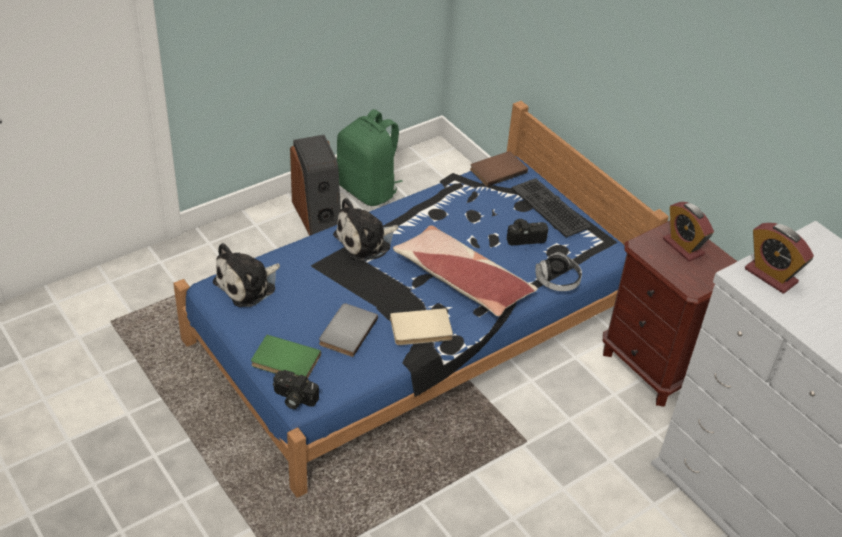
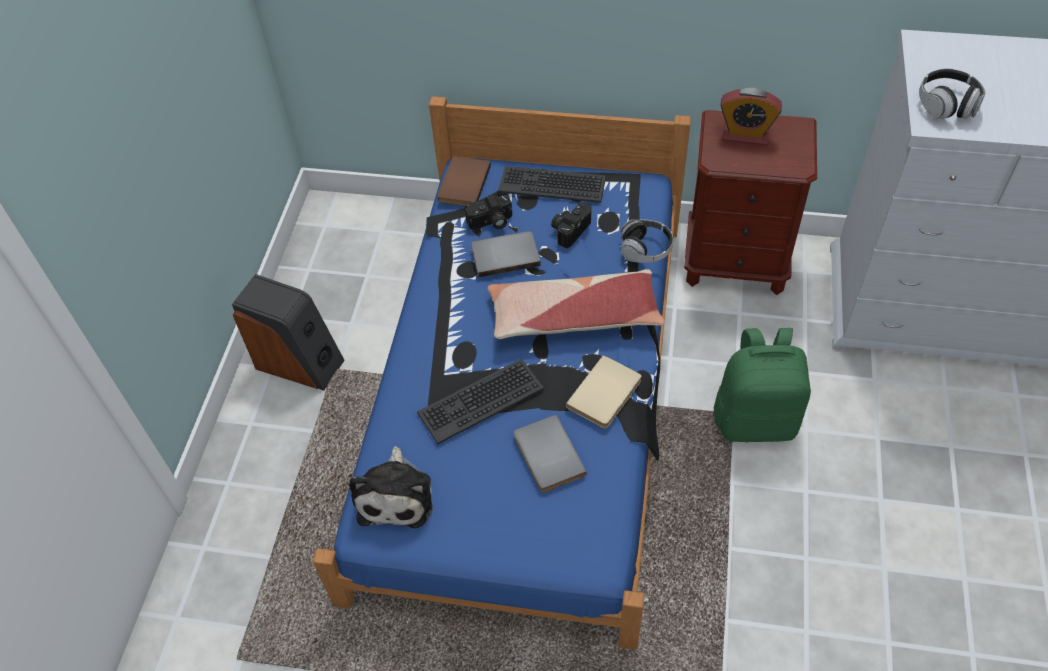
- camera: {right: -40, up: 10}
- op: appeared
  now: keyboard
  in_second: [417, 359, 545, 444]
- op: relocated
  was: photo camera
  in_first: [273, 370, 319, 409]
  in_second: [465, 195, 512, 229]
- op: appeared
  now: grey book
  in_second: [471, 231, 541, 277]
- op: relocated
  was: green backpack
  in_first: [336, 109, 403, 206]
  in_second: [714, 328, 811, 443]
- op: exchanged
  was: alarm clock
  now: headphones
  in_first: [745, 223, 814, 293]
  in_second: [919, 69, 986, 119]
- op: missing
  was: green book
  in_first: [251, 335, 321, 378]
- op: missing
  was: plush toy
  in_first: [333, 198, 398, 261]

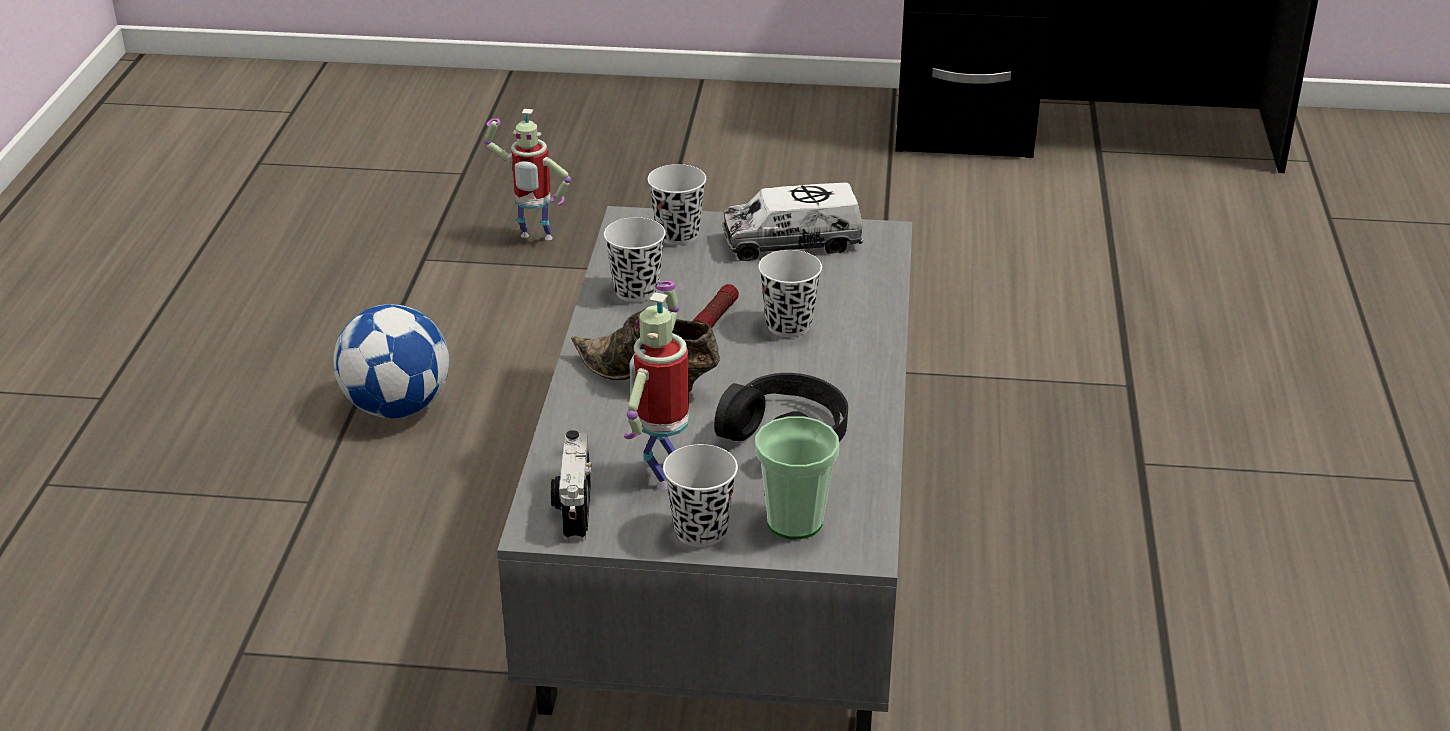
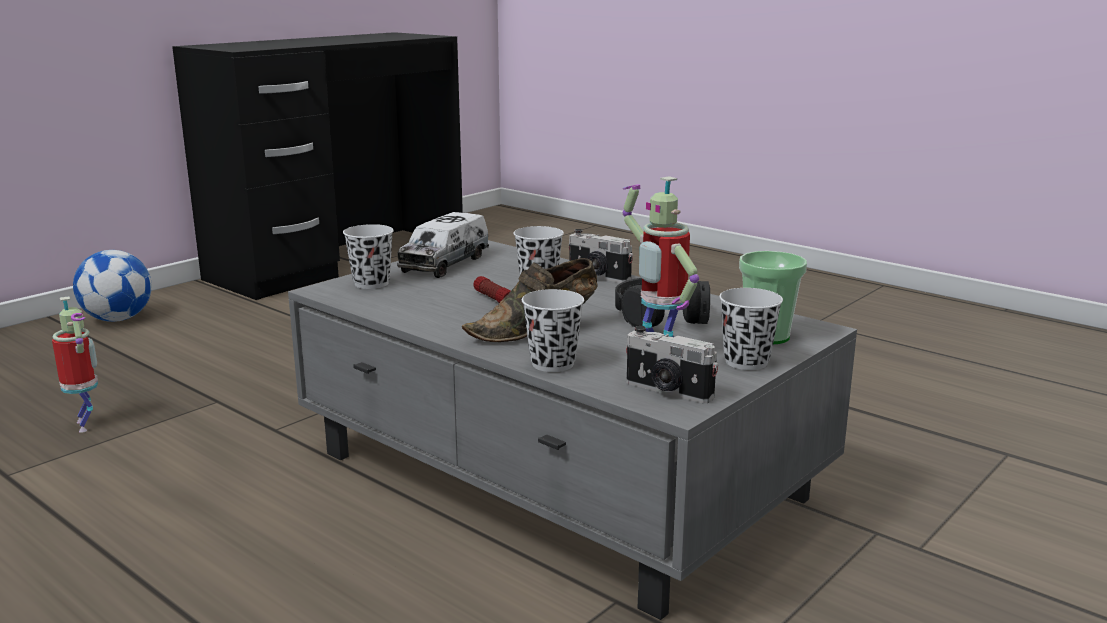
- camera: {right: -55, up: -15}
- op: spun
  was: toy robot
  in_first: [484, 109, 571, 240]
  in_second: [52, 296, 98, 433]
  clockwise: -75
- op: relocated
  was: football
  in_first: [333, 304, 449, 418]
  in_second: [73, 250, 152, 322]
- op: relocated
  was: white cup
  in_first: [604, 217, 666, 302]
  in_second: [522, 289, 584, 372]
- op: appeared
  now: photo camera
  in_second: [569, 229, 633, 283]

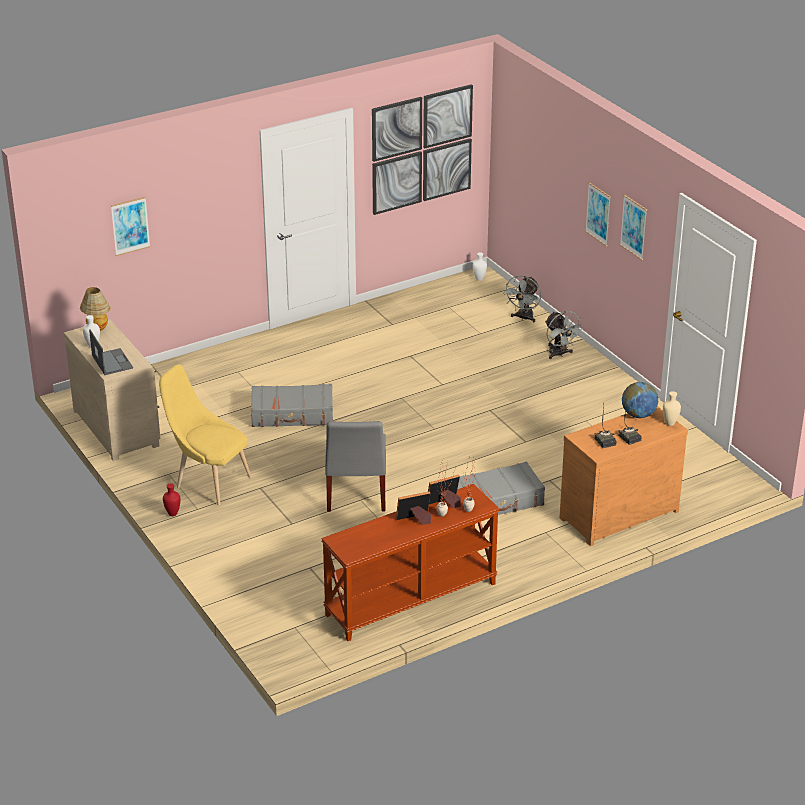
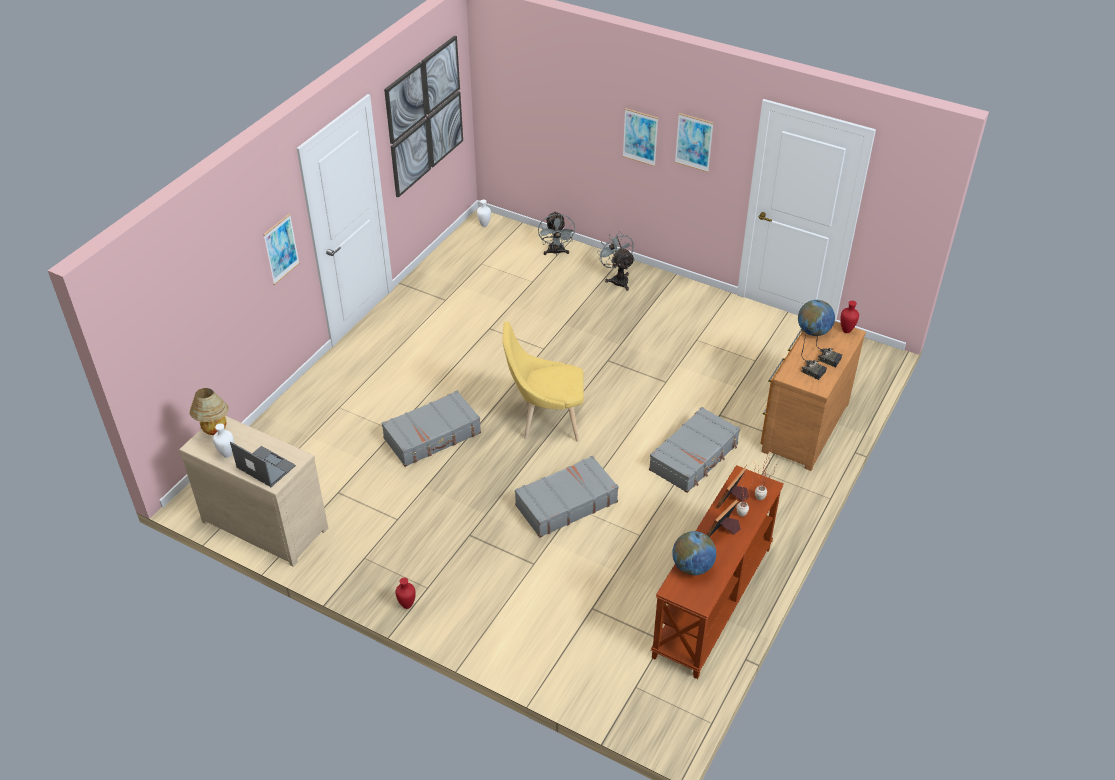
- camera: {right: -30, up: 10}
- op: relocated
  was: picture
  in_first: [111, 197, 150, 256]
  in_second: [263, 213, 300, 285]
- op: relocated
  was: yellow chair
  in_first: [159, 364, 251, 505]
  in_second: [503, 322, 584, 442]
- op: exchanged
  was: grey chair
  now: grey suitcase
  in_first: [325, 421, 386, 512]
  in_second: [515, 456, 619, 538]
- op: spun
  was: grey fan
  in_first: [545, 311, 584, 359]
  in_second: [597, 231, 635, 291]
  clockwise: -150
- op: appeared
  now: globe
  in_second: [672, 531, 716, 575]
- op: colour
  was: beige vase
  now: red vase
  in_first: [663, 391, 681, 426]
  in_second: [840, 301, 859, 333]

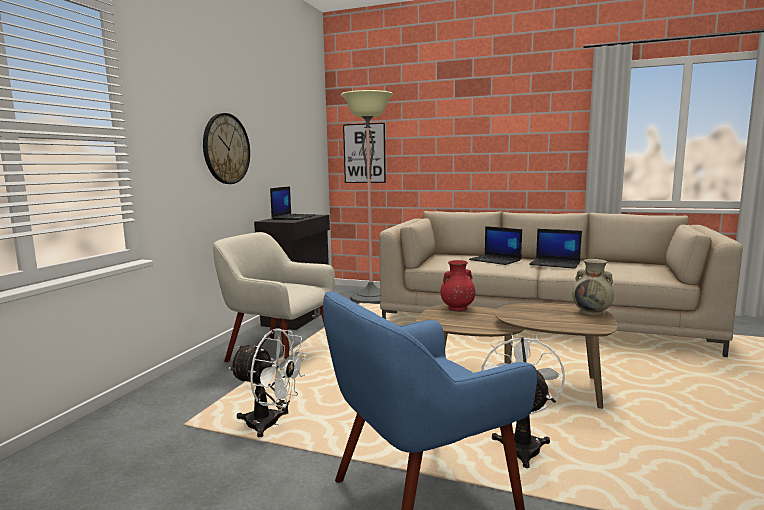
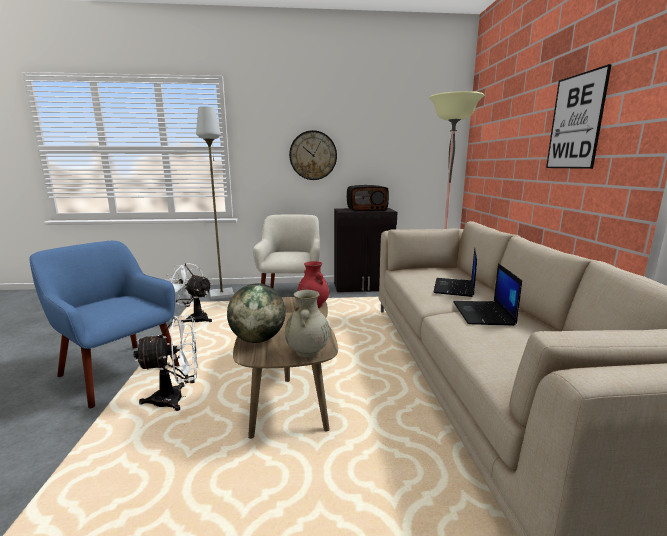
- camera: {right: 65, up: 5}
- op: spun
  was: white fan
  in_first: [229, 329, 307, 438]
  in_second: [166, 263, 212, 323]
  clockwise: 120
- op: appeared
  now: grey floor lamp
  in_second: [196, 106, 234, 300]
- op: appeared
  now: globe
  in_second: [227, 283, 286, 343]
- op: exchanged
  was: laptop
  now: radio
  in_first: [270, 186, 316, 220]
  in_second: [347, 185, 389, 211]
- op: relocated
  was: picture
  in_first: [343, 123, 386, 183]
  in_second: [546, 64, 612, 169]

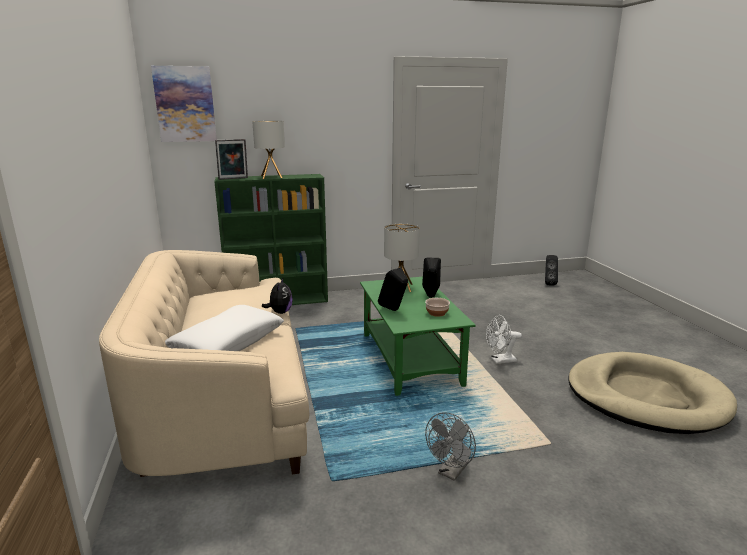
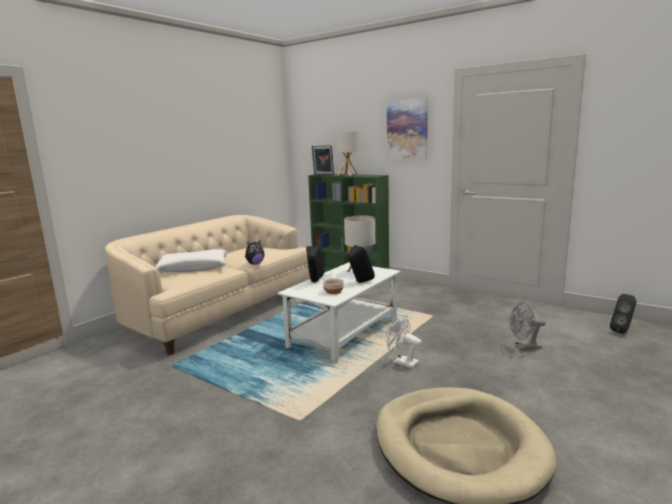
- camera: {right: 50, up: -5}
- op: colour
  was: green coffee table
  now: white coffee table
  in_first: [360, 277, 476, 396]
  in_second: [277, 263, 401, 363]
- op: relocated
  was: picture
  in_first: [151, 66, 217, 142]
  in_second: [387, 98, 428, 159]
- op: relocated
  was: grey fan
  in_first: [425, 412, 476, 481]
  in_second: [510, 302, 546, 350]

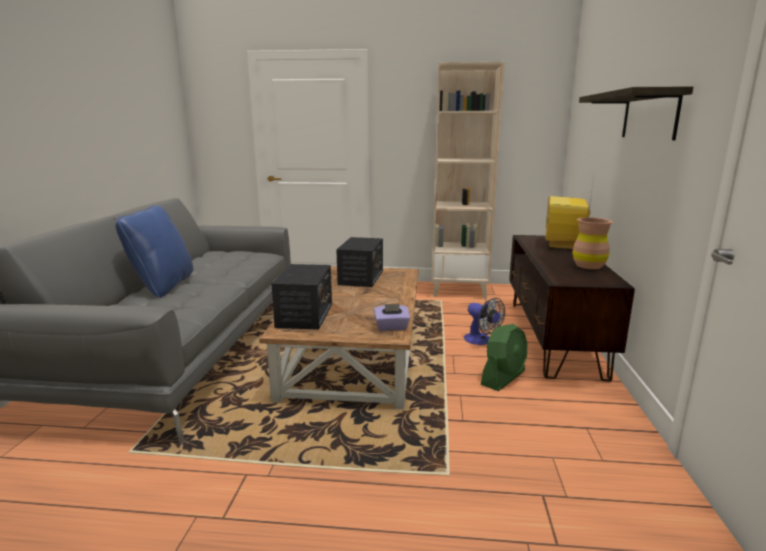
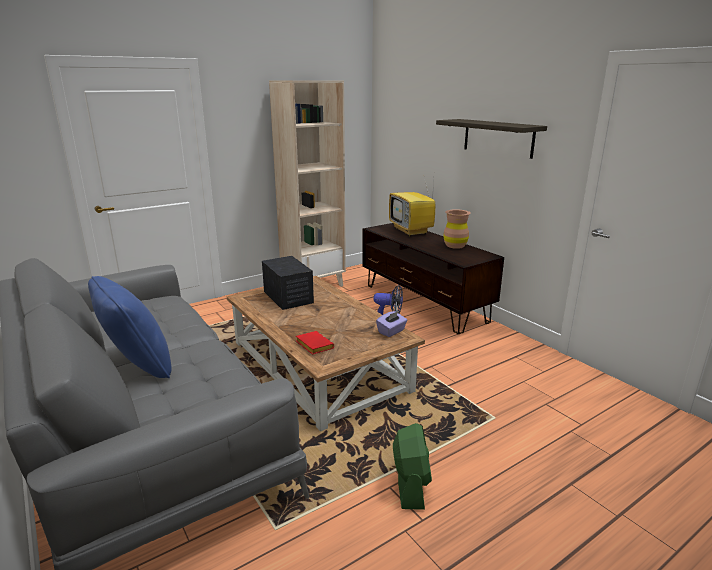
- camera: {right: -40, up: 5}
- op: exchanged
  was: radio
  now: red book
  in_first: [271, 264, 332, 330]
  in_second: [296, 331, 334, 354]
- op: relocated
  was: green fan
  in_first: [481, 324, 528, 391]
  in_second: [393, 423, 432, 510]

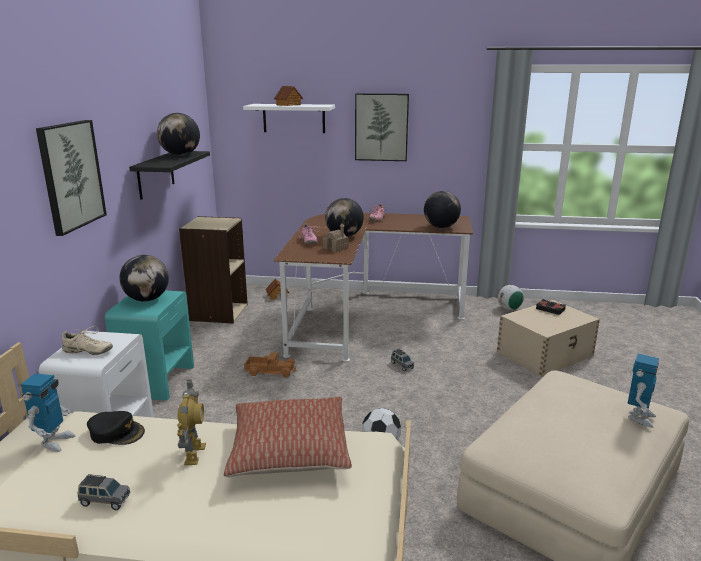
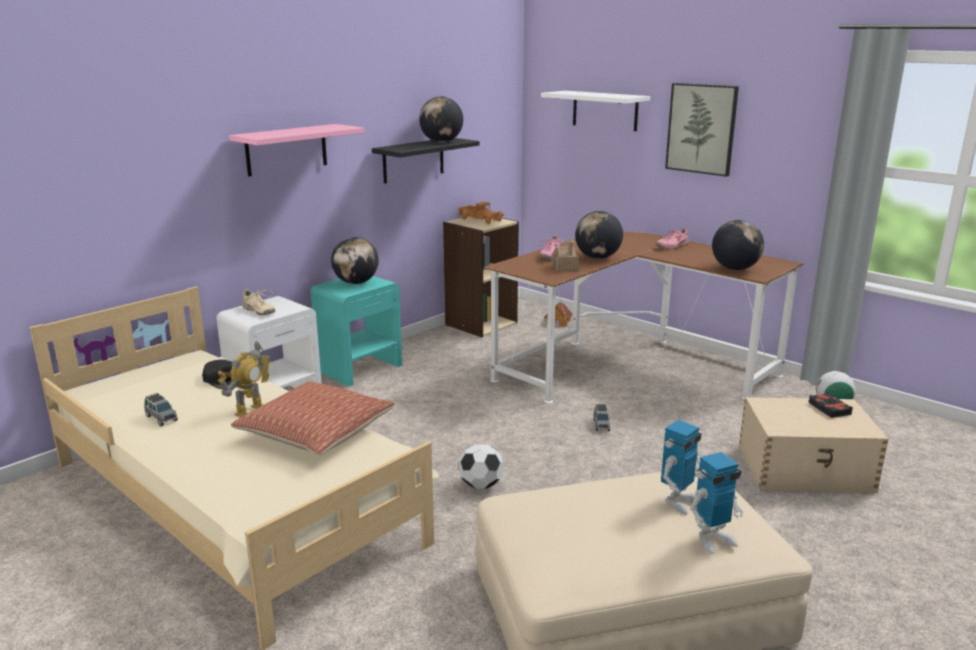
- camera: {right: 35, up: 0}
- op: exchanged
  was: picture
  now: pink shelf
  in_first: [36, 120, 107, 236]
  in_second: [229, 124, 364, 176]
- op: relocated
  was: toy truck
  in_first: [244, 352, 296, 377]
  in_second: [459, 202, 504, 224]
- op: relocated
  was: toy robot
  in_first: [21, 374, 76, 452]
  in_second: [661, 420, 702, 515]
- op: missing
  was: toy house
  in_first: [274, 86, 303, 106]

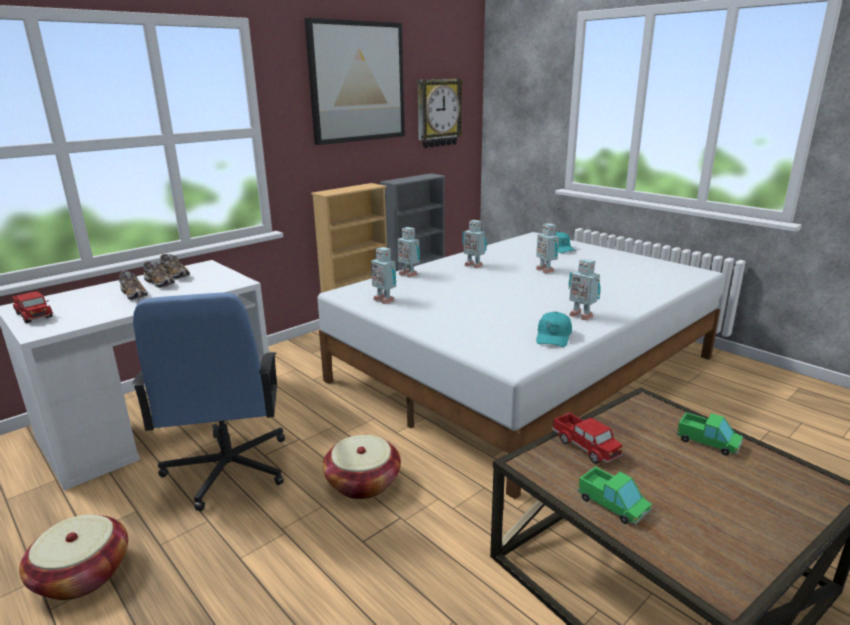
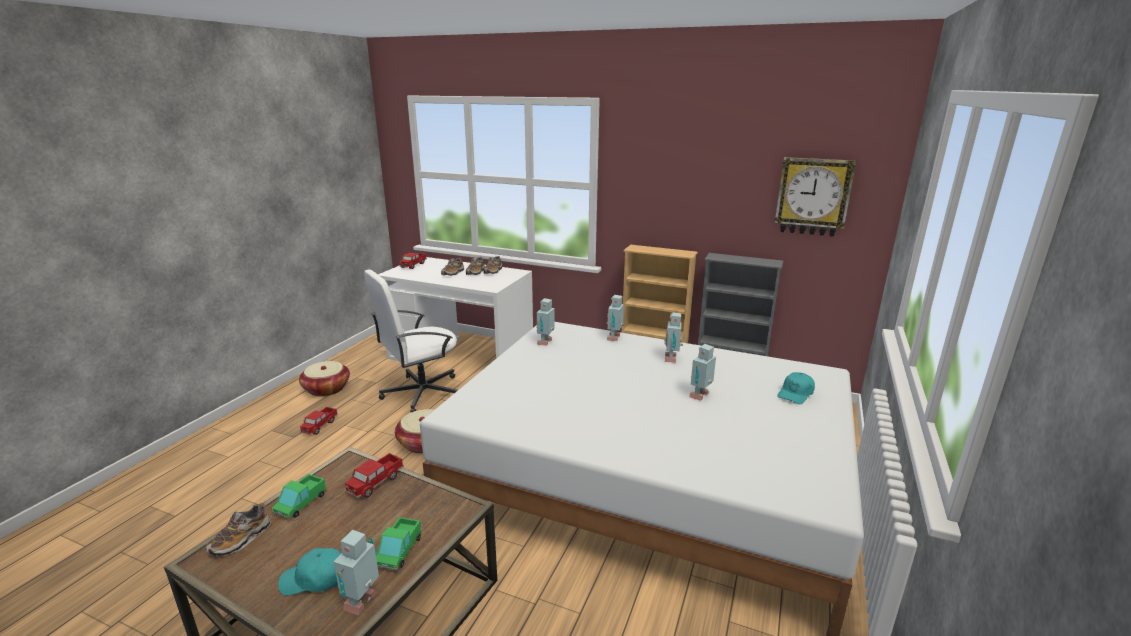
- camera: {right: 65, up: 0}
- op: appeared
  now: shoe
  in_second: [206, 503, 271, 556]
- op: relocated
  was: turquoise cap
  in_first: [536, 312, 572, 347]
  in_second: [278, 548, 341, 595]
- op: appeared
  now: toy truck
  in_second: [300, 407, 338, 435]
- op: relocated
  was: toy robot
  in_first: [569, 259, 601, 321]
  in_second: [334, 530, 379, 615]
- op: colour
  was: blue office chair
  now: white office chair
  in_first: [132, 293, 285, 511]
  in_second: [364, 269, 458, 413]
- op: missing
  was: picture
  in_first: [304, 18, 405, 145]

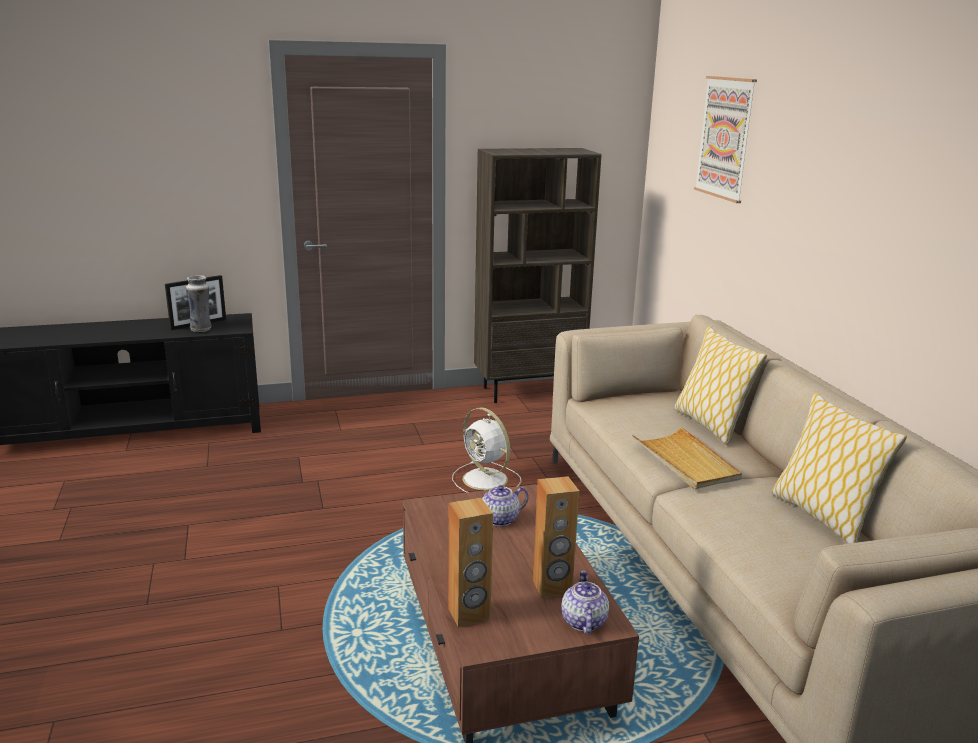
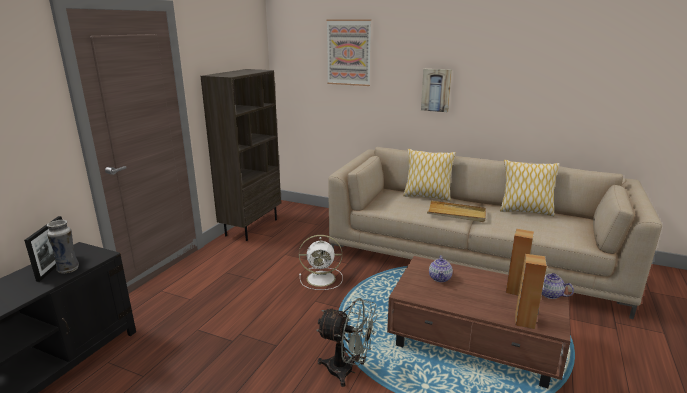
- camera: {right: -50, up: 0}
- op: appeared
  now: grey fan
  in_second: [316, 298, 377, 387]
- op: appeared
  now: picture
  in_second: [421, 69, 452, 112]

